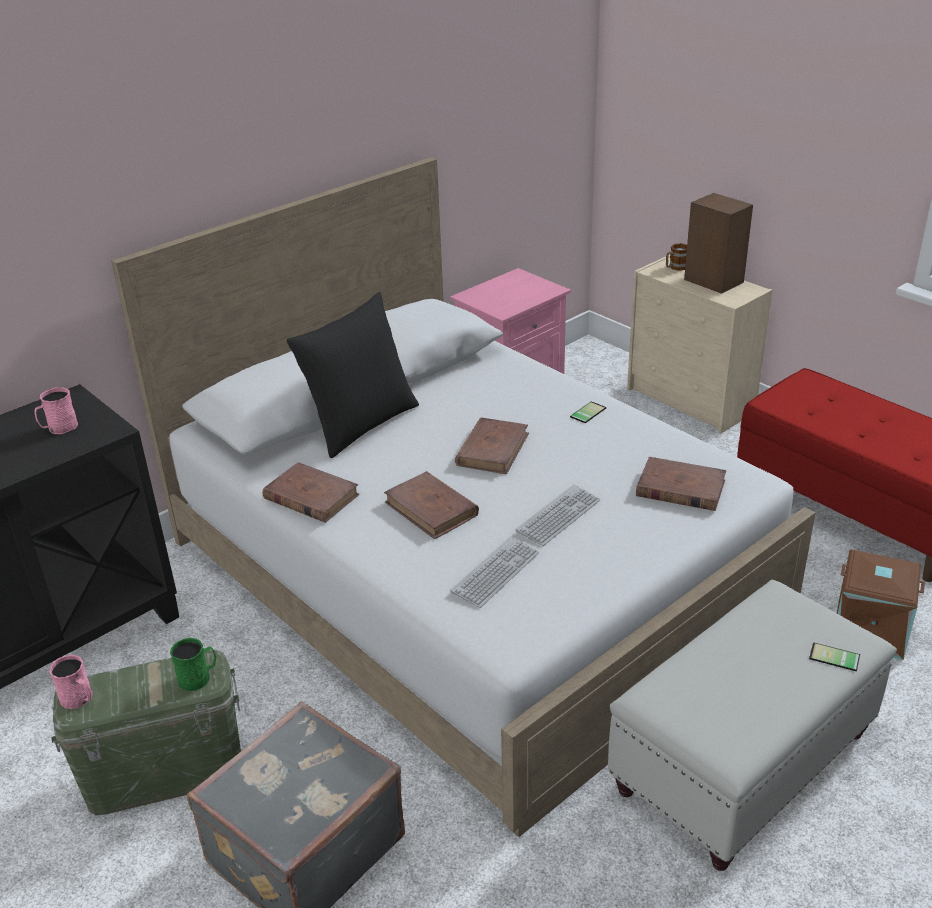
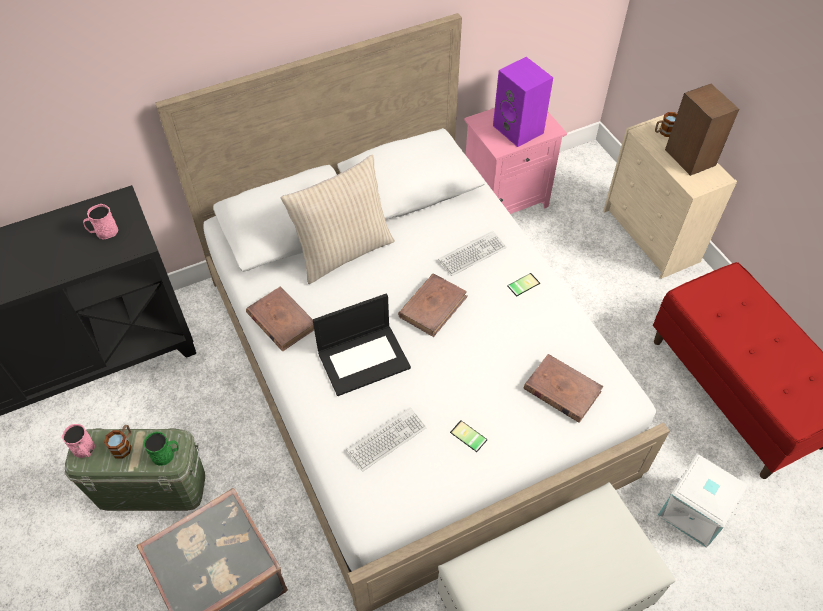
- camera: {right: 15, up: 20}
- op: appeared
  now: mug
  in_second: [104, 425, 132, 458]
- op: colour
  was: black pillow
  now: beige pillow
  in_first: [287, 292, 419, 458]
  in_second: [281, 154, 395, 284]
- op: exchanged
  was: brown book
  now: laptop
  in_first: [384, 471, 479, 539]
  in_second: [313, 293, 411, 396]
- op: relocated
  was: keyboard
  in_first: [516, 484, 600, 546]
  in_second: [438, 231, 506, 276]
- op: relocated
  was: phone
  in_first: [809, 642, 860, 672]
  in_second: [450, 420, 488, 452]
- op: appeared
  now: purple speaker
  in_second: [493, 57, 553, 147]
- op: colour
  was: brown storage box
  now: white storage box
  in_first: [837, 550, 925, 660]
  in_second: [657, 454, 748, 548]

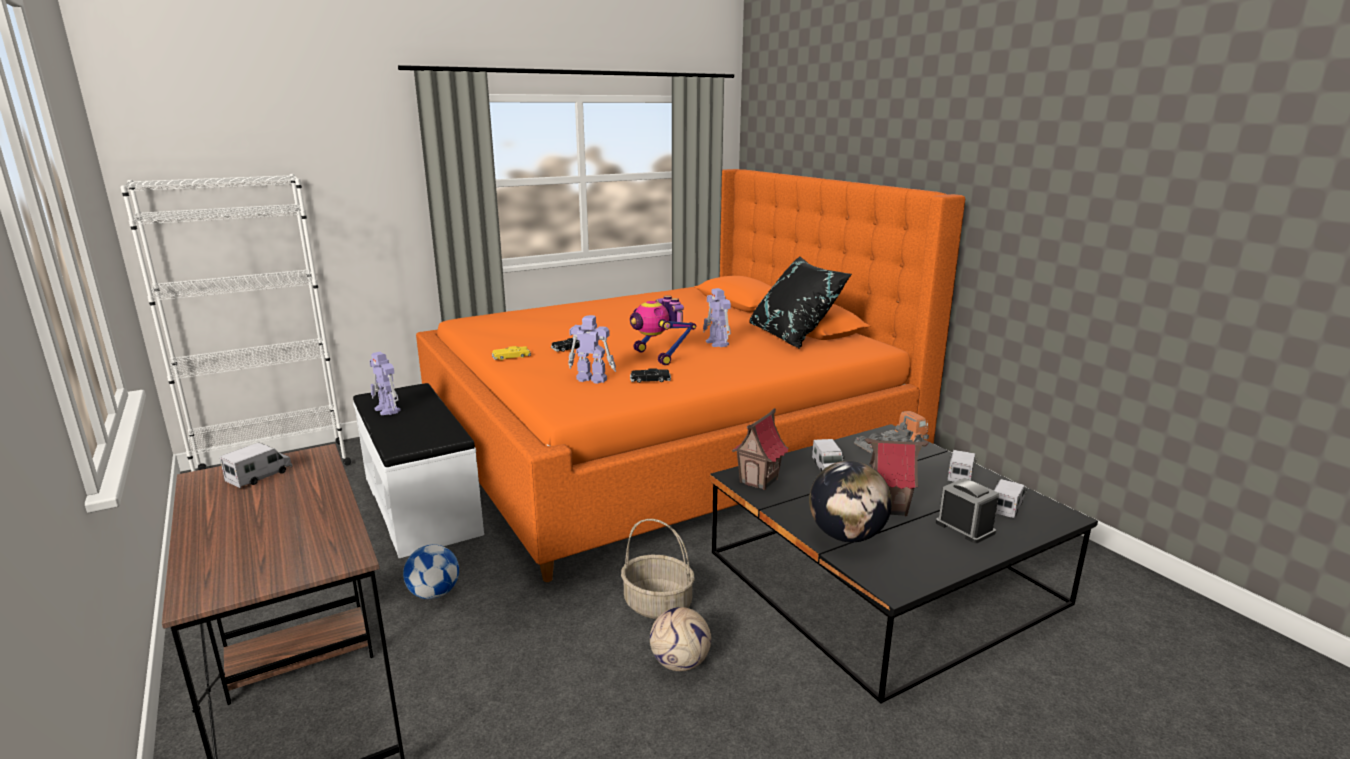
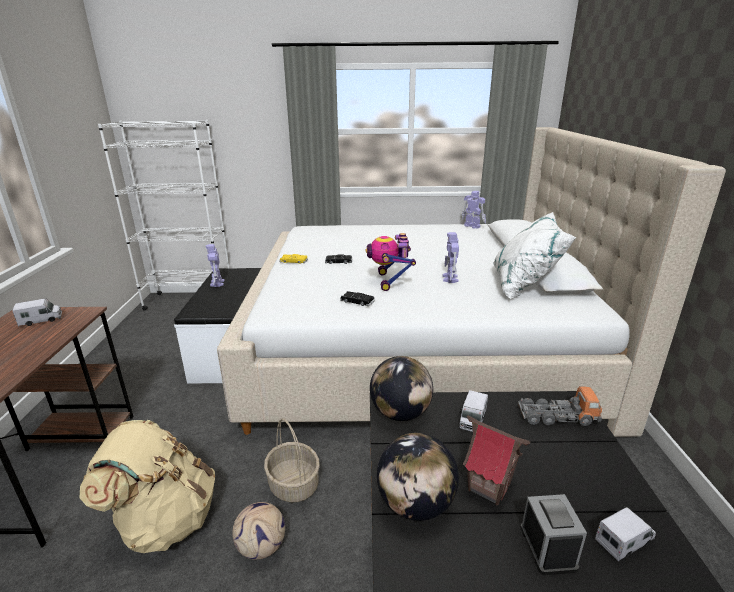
- camera: {right: 30, up: 5}
- op: appeared
  now: beige backpack
  in_second: [79, 420, 215, 553]
- op: colour
  was: orange bed
  now: beige bed
  in_first: [416, 169, 965, 582]
  in_second: [217, 127, 726, 437]
- op: exchanged
  was: toy house
  now: globe
  in_first: [732, 408, 789, 490]
  in_second: [370, 356, 433, 421]
- op: relocated
  was: toy robot
  in_first: [568, 315, 616, 384]
  in_second: [462, 191, 486, 229]
- op: colour
  was: black pillow
  now: white pillow
  in_first: [749, 256, 852, 349]
  in_second: [493, 212, 576, 299]
- op: missing
  was: football
  in_first: [403, 544, 459, 599]
- op: missing
  was: toy truck
  in_first: [947, 450, 978, 482]

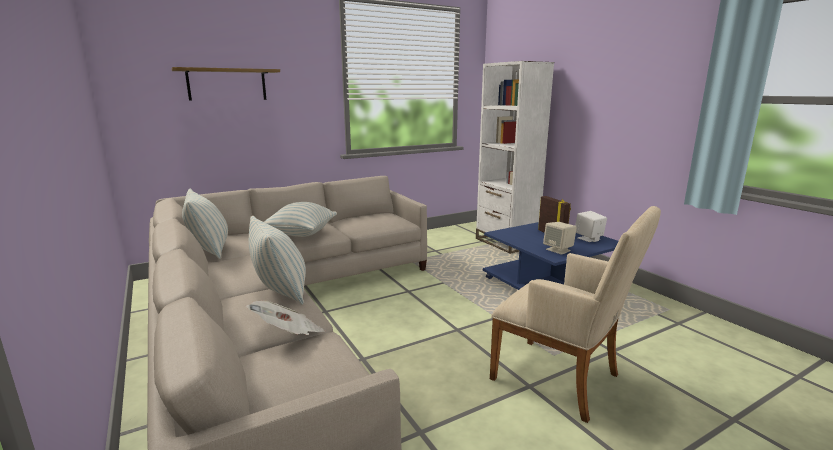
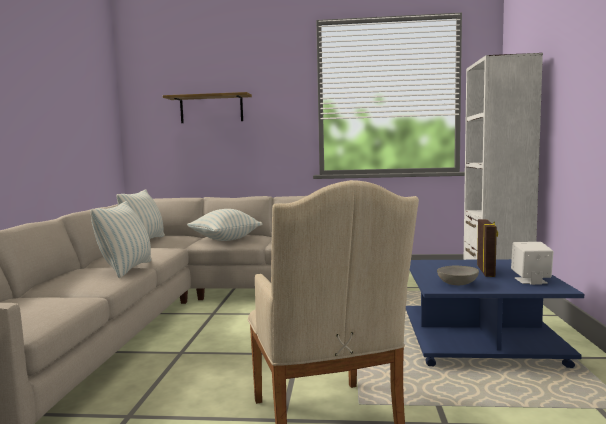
- camera: {right: 35, up: -10}
- op: exchanged
  was: beige speaker
  now: grey bowl
  in_first: [543, 222, 577, 255]
  in_second: [437, 266, 479, 285]
- op: missing
  was: newspaper
  in_first: [245, 300, 326, 335]

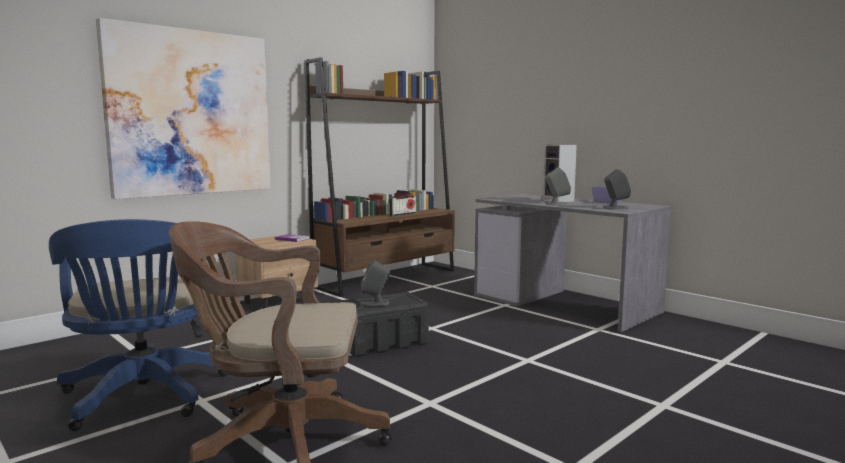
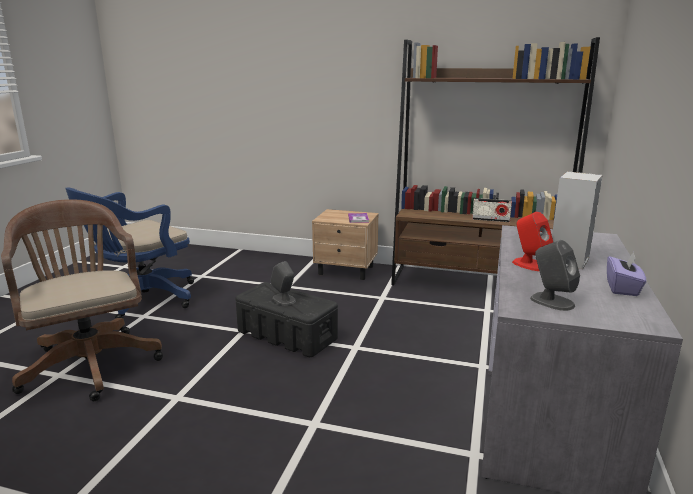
- camera: {right: 60, up: 10}
- op: colour
  was: grey speaker
  now: red speaker
  in_first: [546, 167, 571, 205]
  in_second: [512, 212, 553, 271]
- op: missing
  was: picture
  in_first: [96, 18, 271, 199]

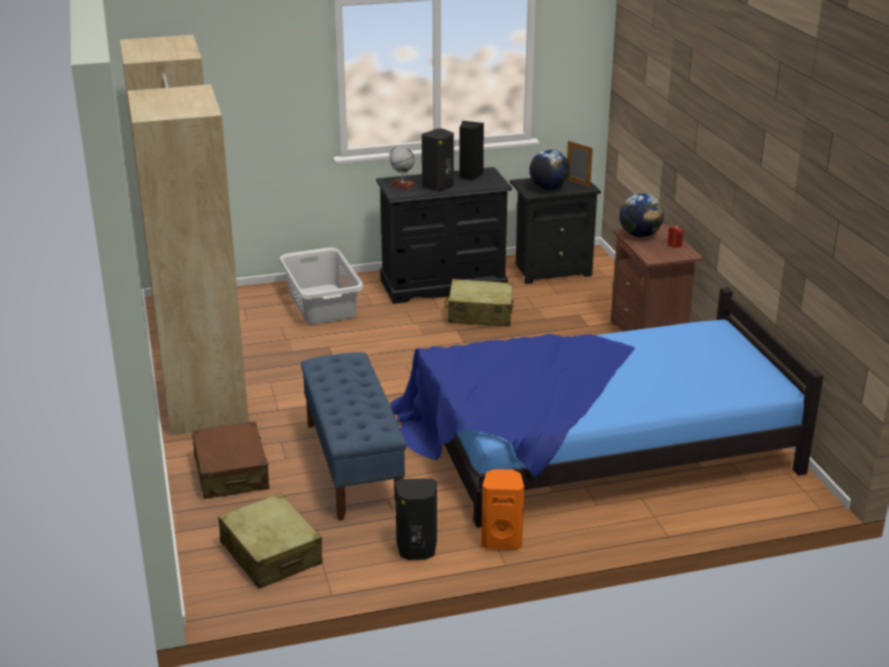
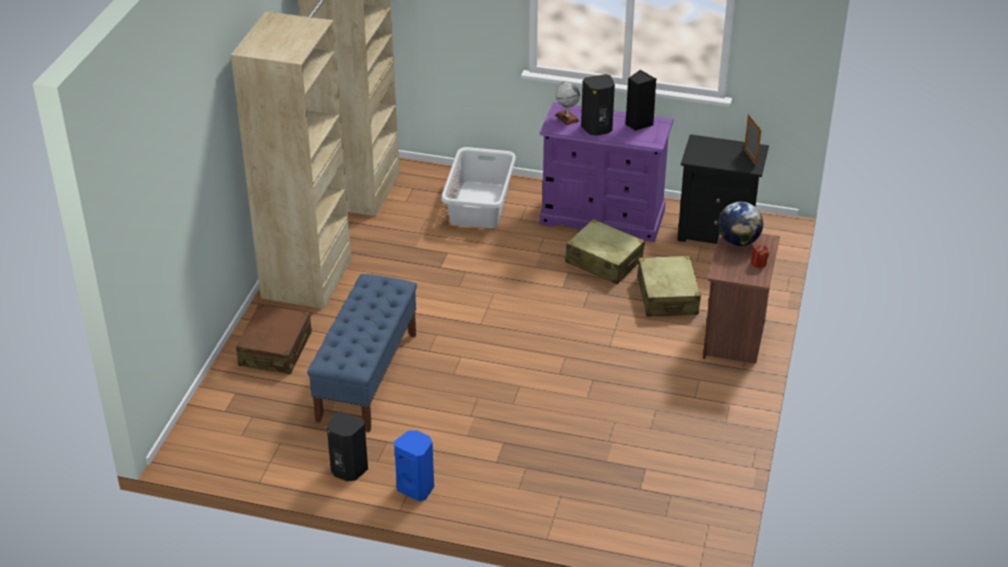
- camera: {right: 30, up: 10}
- op: colour
  was: orange speaker
  now: blue speaker
  in_first: [481, 469, 524, 550]
  in_second: [394, 430, 434, 501]
- op: colour
  was: black dresser
  now: purple dresser
  in_first: [376, 167, 512, 304]
  in_second: [540, 102, 673, 242]
- op: relocated
  was: beige suitcase
  in_first: [218, 493, 322, 589]
  in_second: [637, 256, 701, 317]
- op: missing
  was: bed
  in_first: [390, 287, 823, 528]
- op: missing
  was: globe
  in_first: [529, 150, 570, 190]

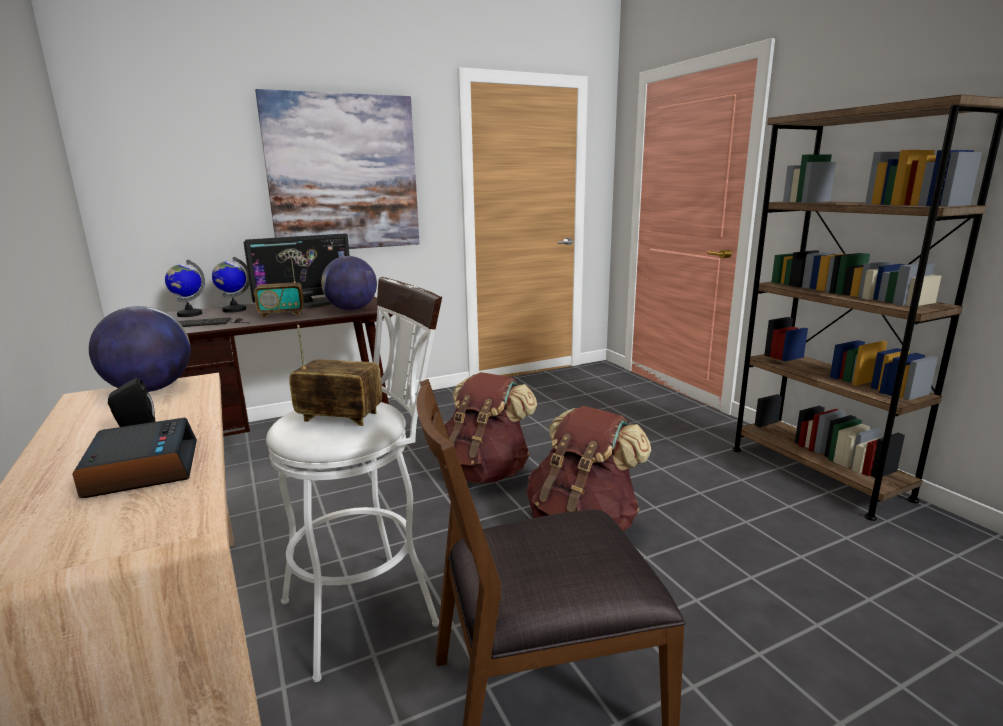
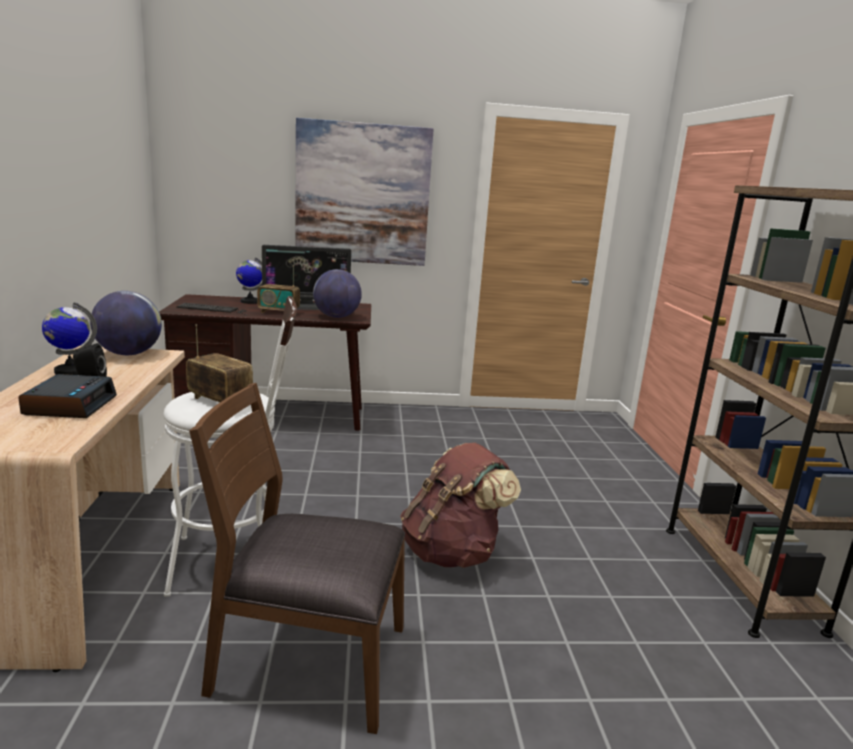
- camera: {right: 20, up: 0}
- op: relocated
  was: globe
  in_first: [165, 260, 205, 317]
  in_second: [42, 302, 97, 375]
- op: missing
  was: brown backpack
  in_first: [445, 372, 537, 483]

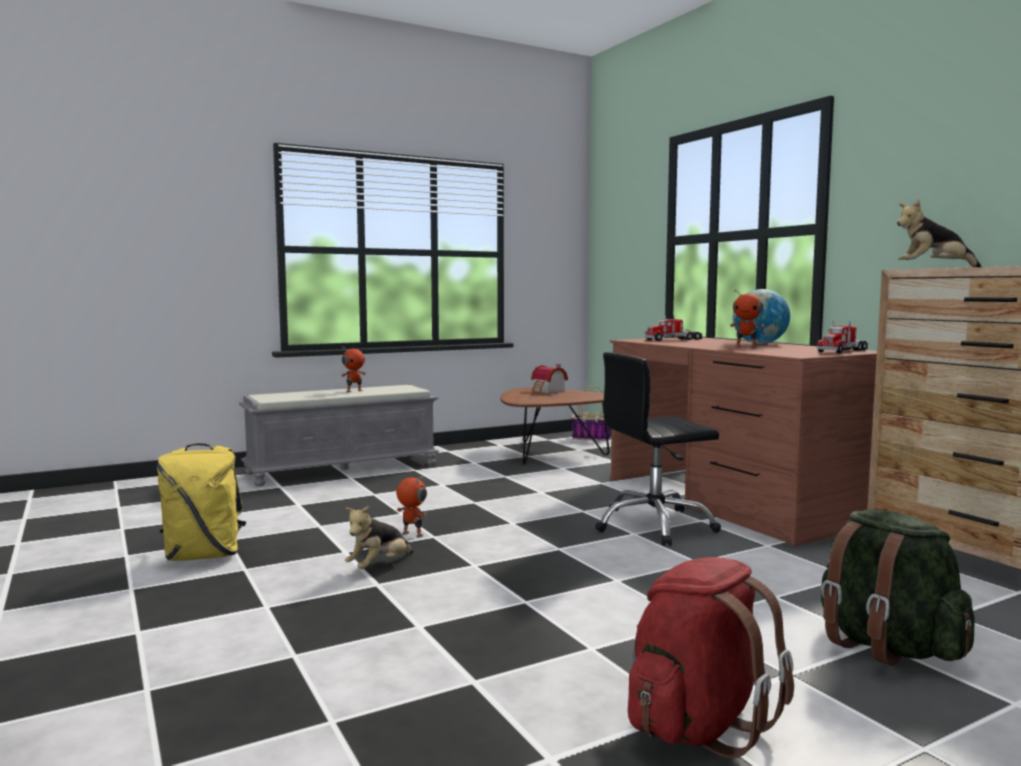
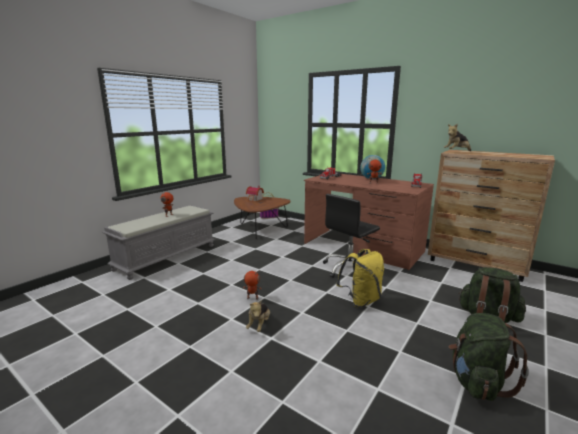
- camera: {right: -25, up: 10}
- op: relocated
  was: yellow backpack
  in_first: [157, 443, 246, 561]
  in_second: [336, 249, 384, 308]
- op: colour
  was: red backpack
  now: green backpack
  in_first: [628, 557, 794, 759]
  in_second: [448, 313, 529, 401]

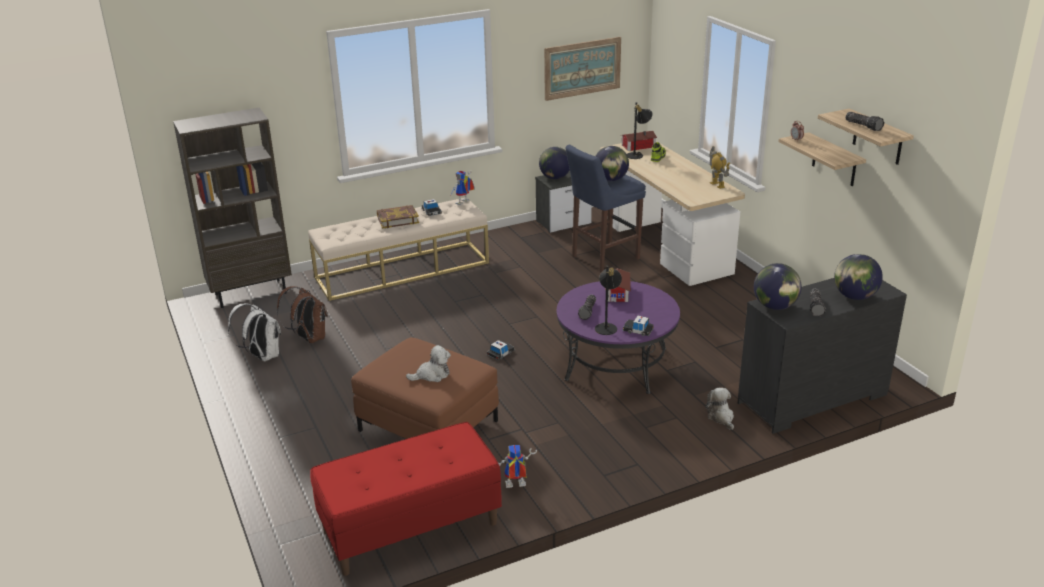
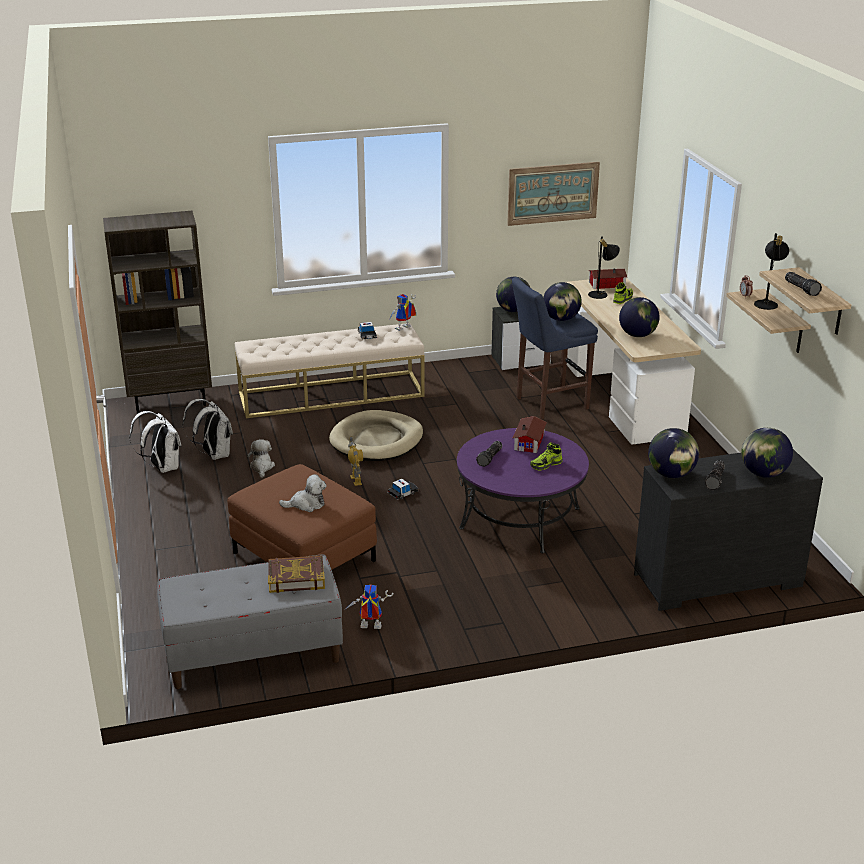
- camera: {right: 10, up: 0}
- op: colour
  was: red bench
  now: grey bench
  in_first: [310, 422, 502, 576]
  in_second: [157, 555, 343, 689]
- op: colour
  was: brown backpack
  now: white backpack
  in_first: [277, 286, 328, 343]
  in_second: [183, 399, 233, 460]
- op: relocated
  was: plush toy
  in_first: [705, 388, 734, 430]
  in_second: [247, 439, 275, 478]
- op: relocated
  was: book
  in_first: [377, 205, 419, 229]
  in_second: [268, 555, 325, 593]
- op: appeared
  now: beige dog bed
  in_second: [329, 410, 423, 461]
- op: relocated
  was: toy robot
  in_first: [709, 146, 730, 189]
  in_second: [348, 437, 363, 486]
- op: appeared
  now: shoe
  in_second: [530, 442, 563, 471]
- op: appeared
  now: globe
  in_second: [619, 297, 660, 337]
- op: relocated
  was: black table lamp
  in_first: [595, 265, 622, 335]
  in_second: [754, 233, 789, 310]
- op: missing
  was: toy car
  in_first: [622, 316, 654, 336]

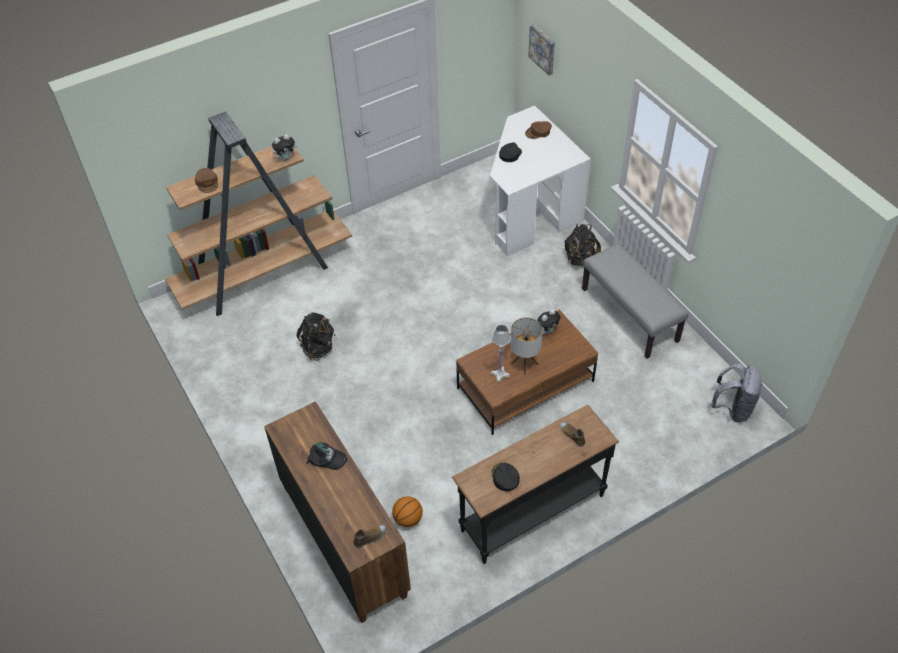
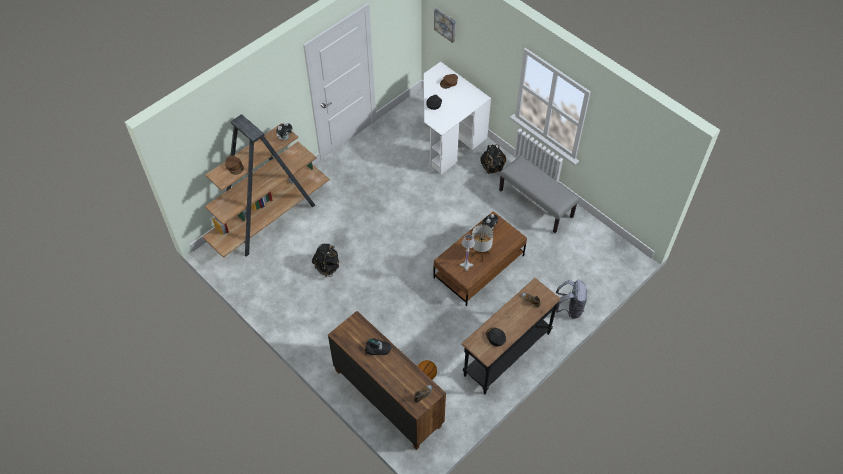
- camera: {right: -15, up: 5}
- op: relocated
  was: grey backpack
  in_first: [711, 364, 763, 422]
  in_second: [555, 280, 587, 319]

